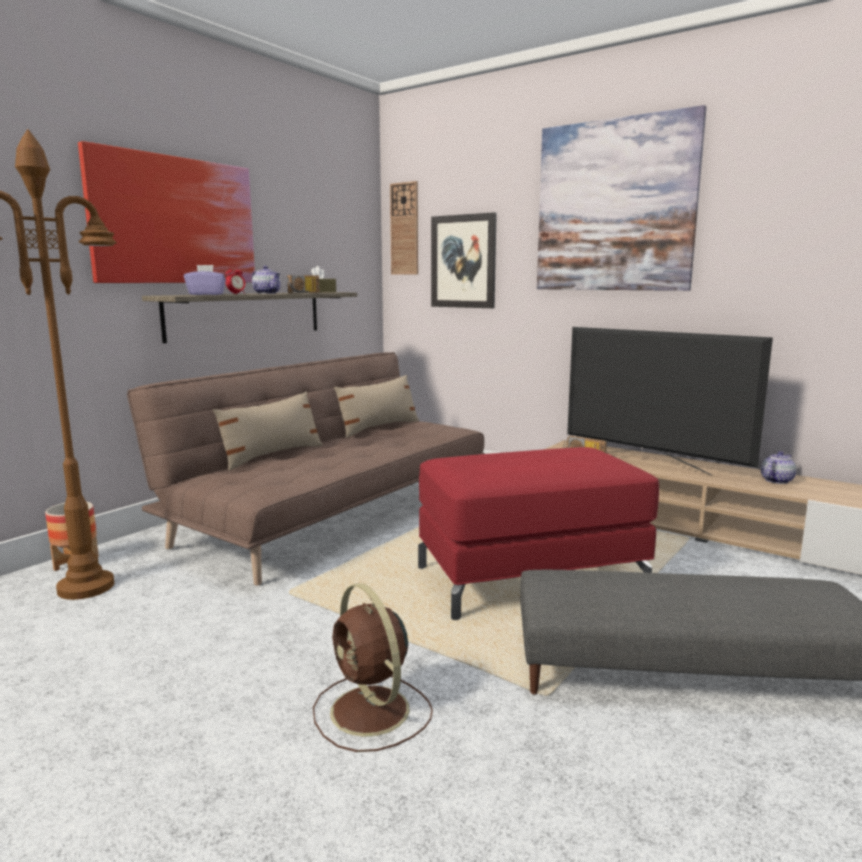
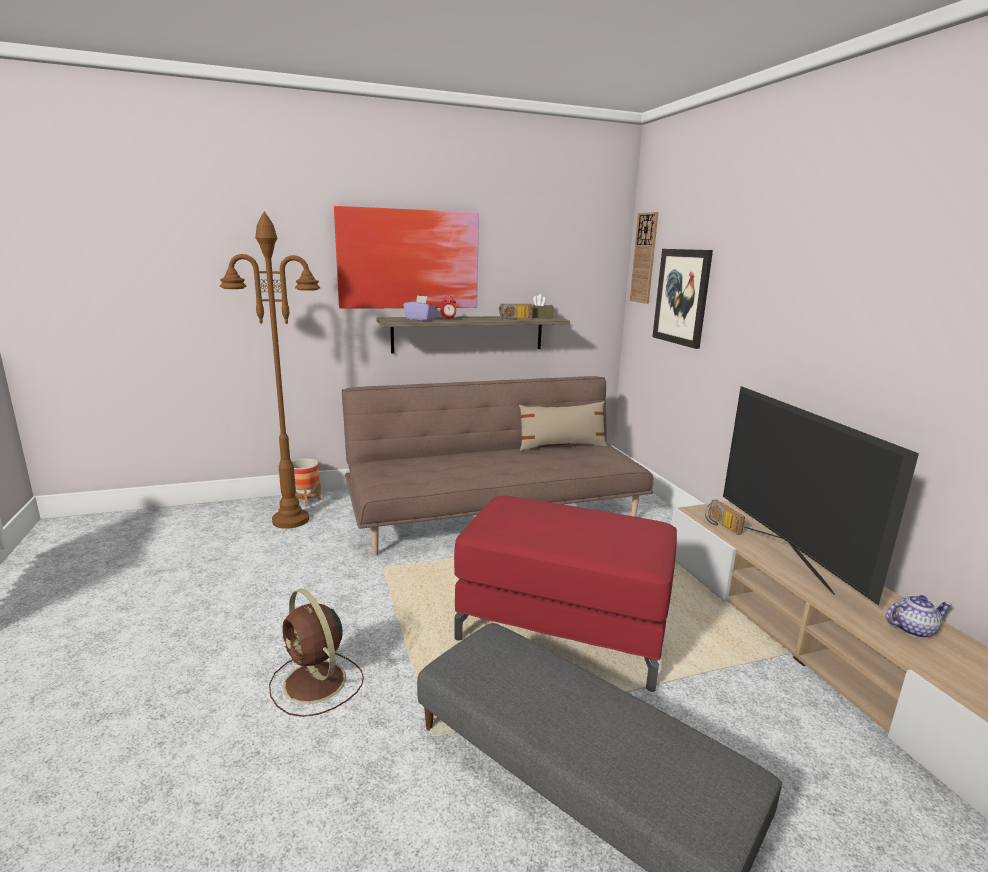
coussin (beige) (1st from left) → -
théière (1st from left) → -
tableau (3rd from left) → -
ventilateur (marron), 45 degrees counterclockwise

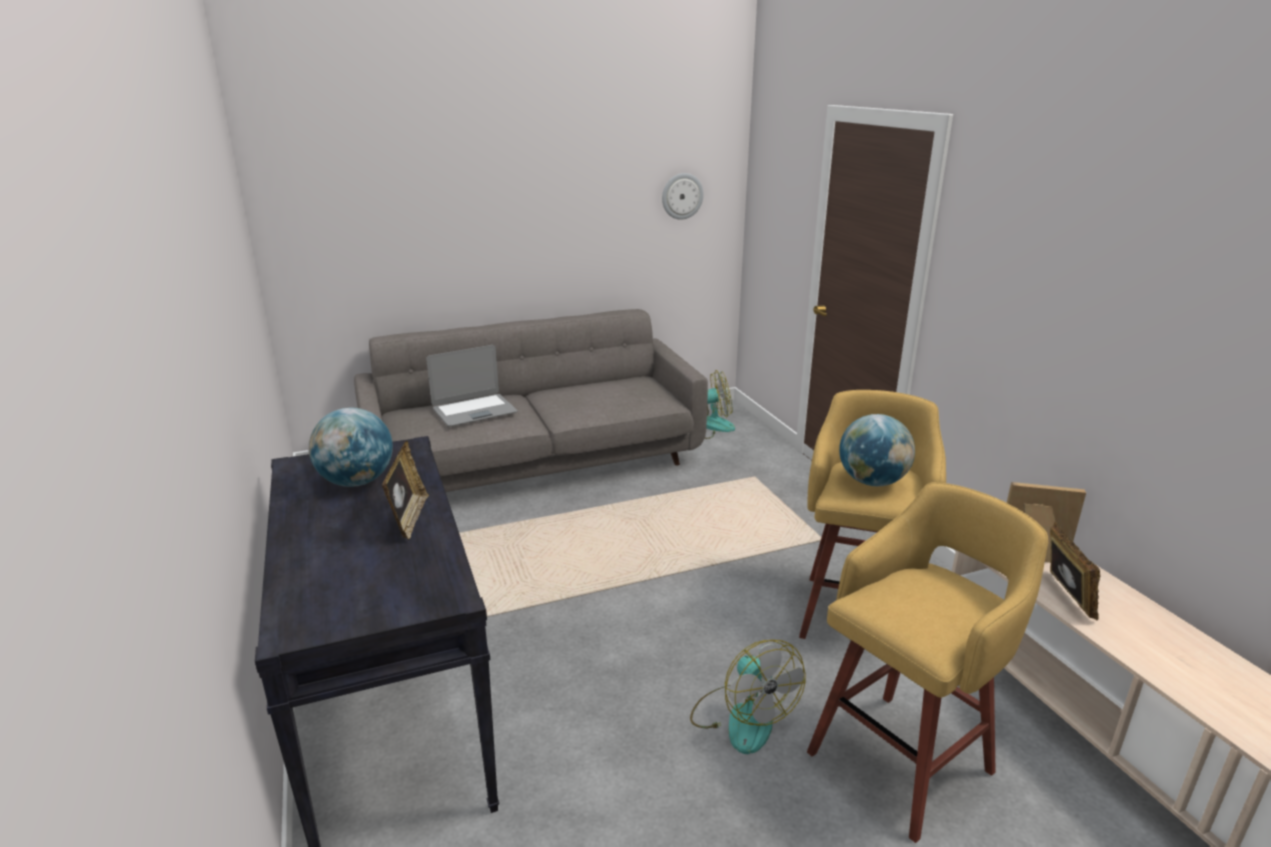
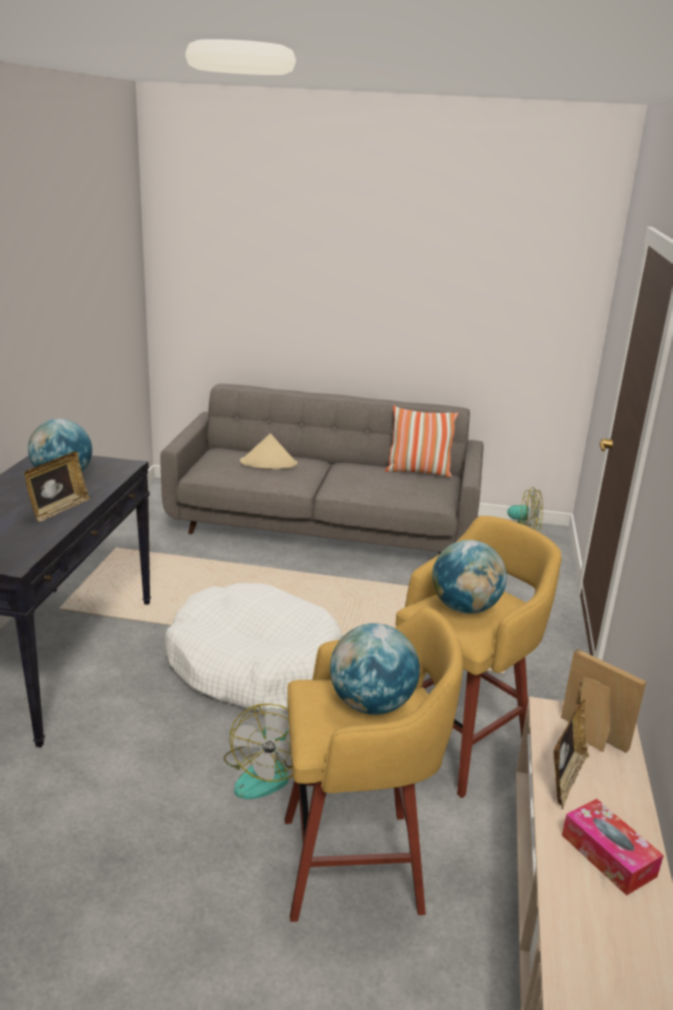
horloge murale → -
- → panier pour chien (blanc)
- → globe (2nd from left)
- → coussin
- → boîte à mouchoirs
ordinateur portable → chapeau (beige)

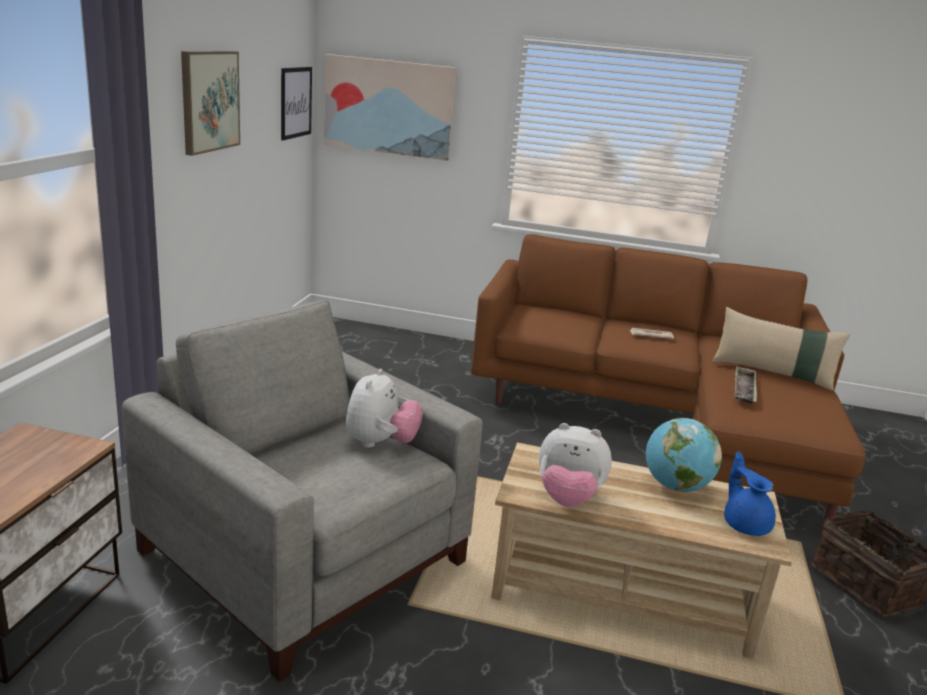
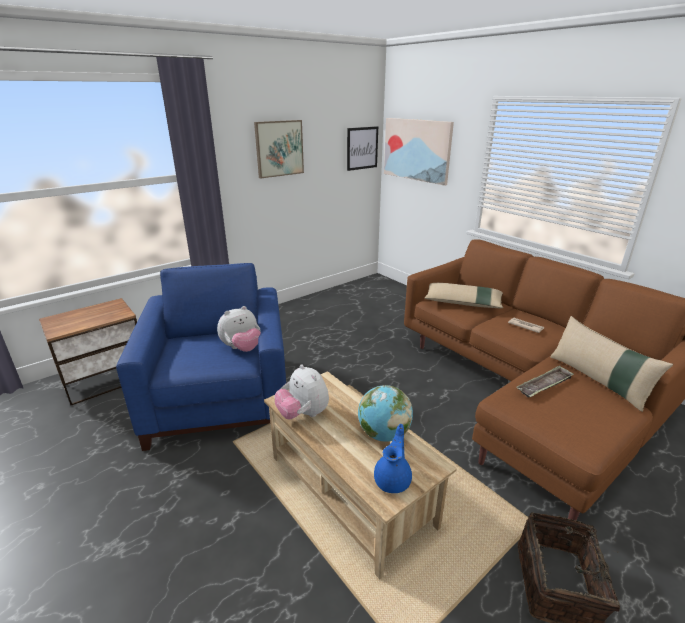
- → coussin (beige) (1st from left)
fauteuil (gris) → fauteuil (bleu)

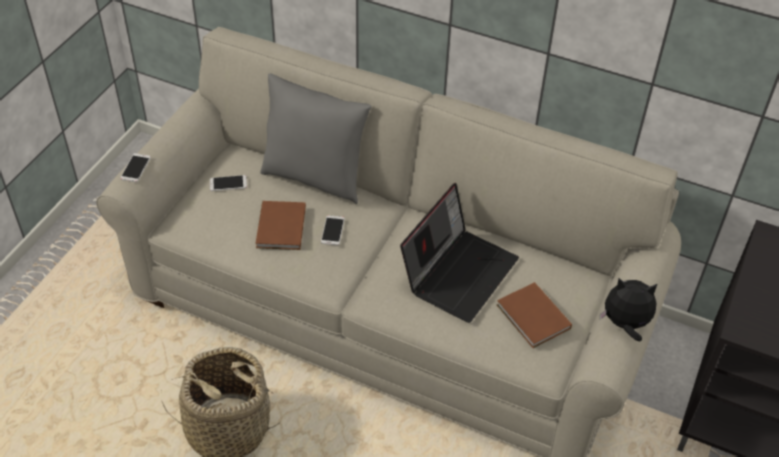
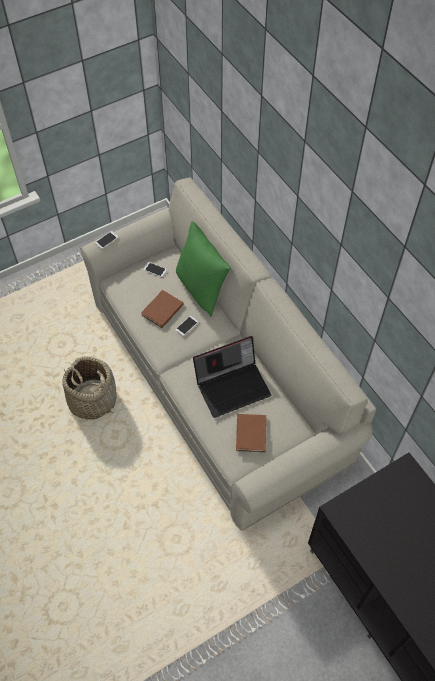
peluche → -
coussin (gris) → coussin (vert)

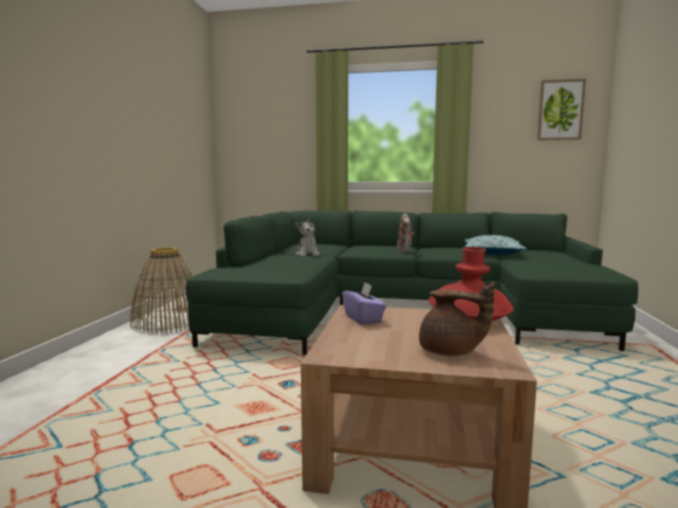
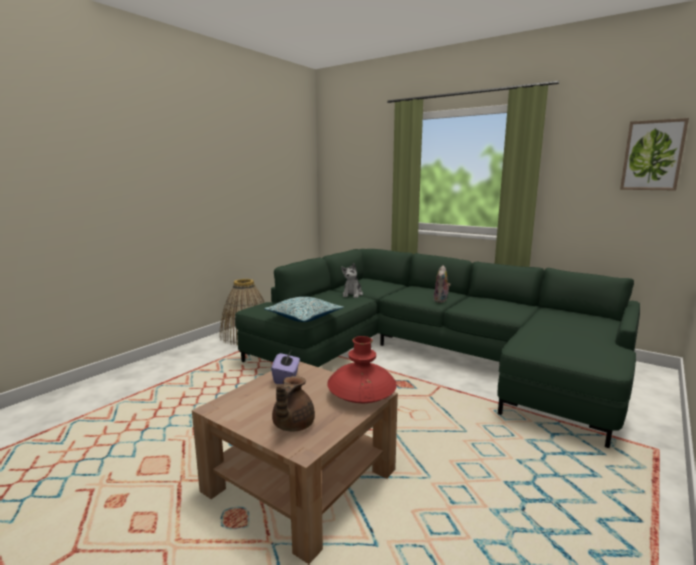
coussin, move
théière (marron), 60 degrees clockwise

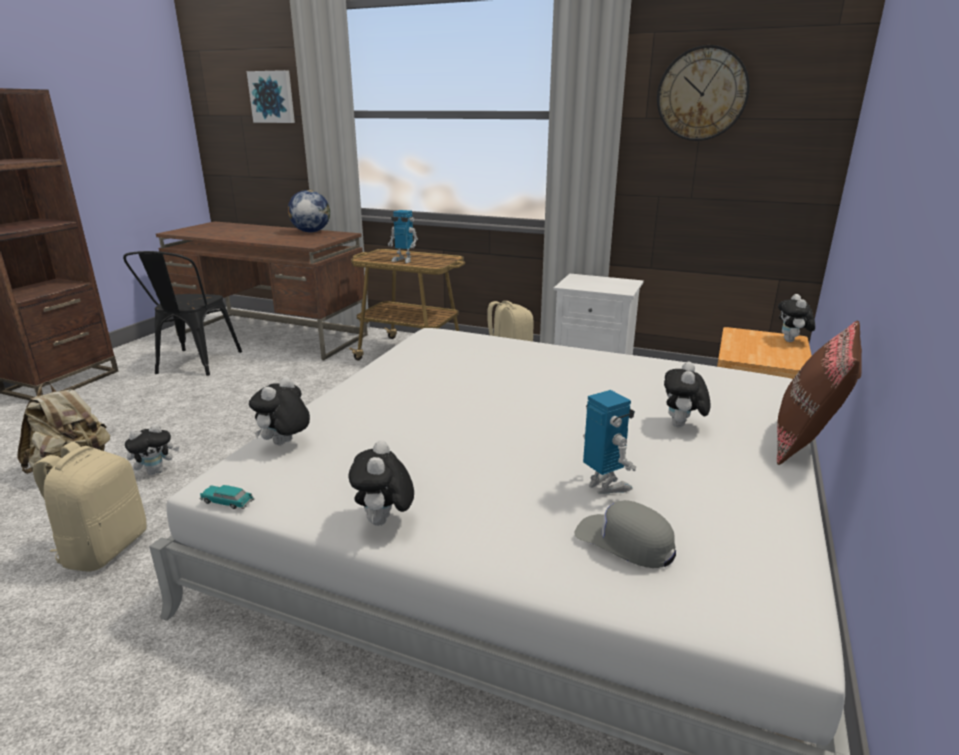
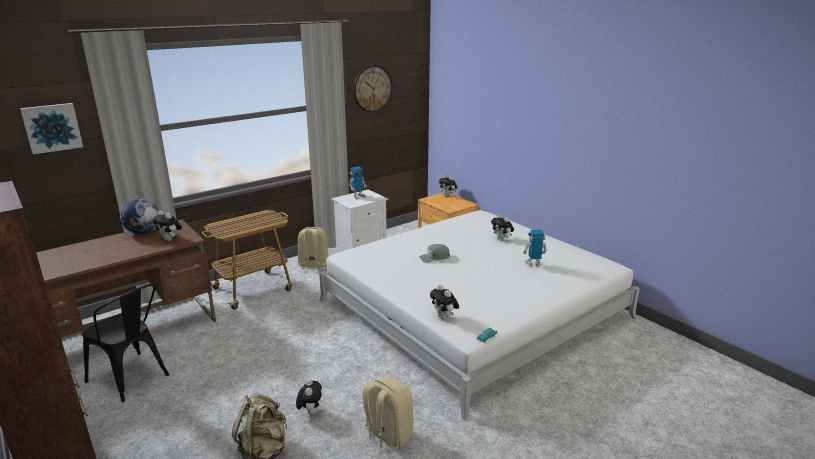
coussin (marron) → -
peluche (3rd from left in the first image) → peluche (1st from left), move
robot jouet (1st from left), move
casquette (gris), move

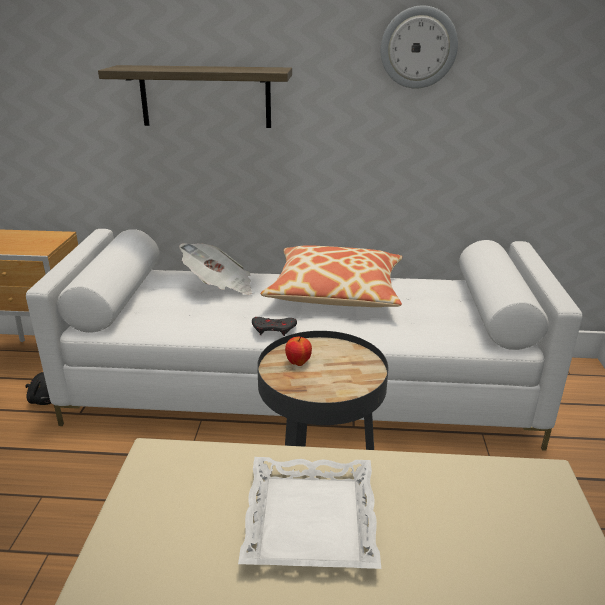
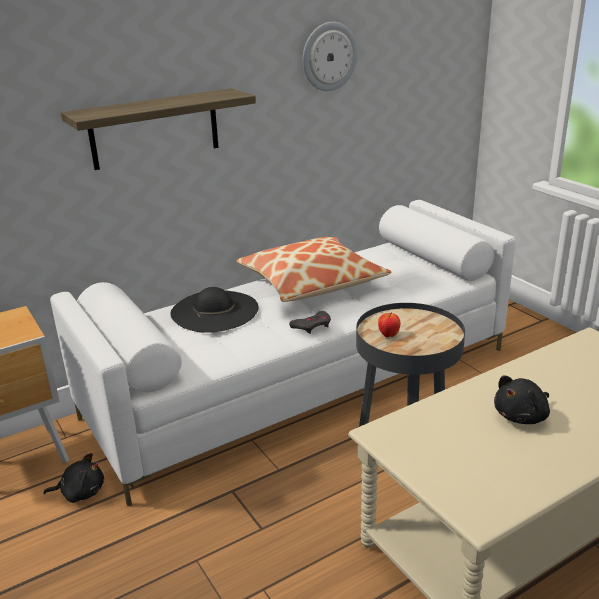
journal → chapeau (noir)
plateau (blanc) → peluche (noir) (2nd from left)

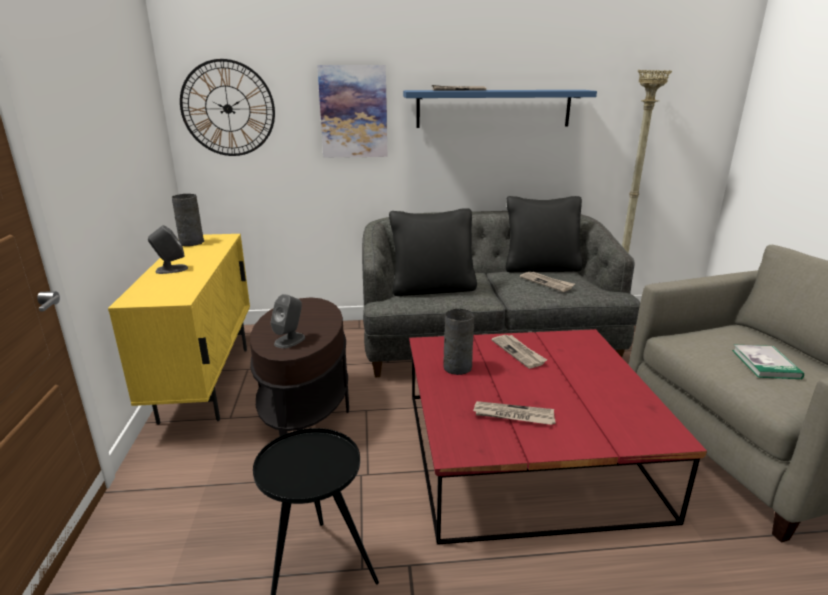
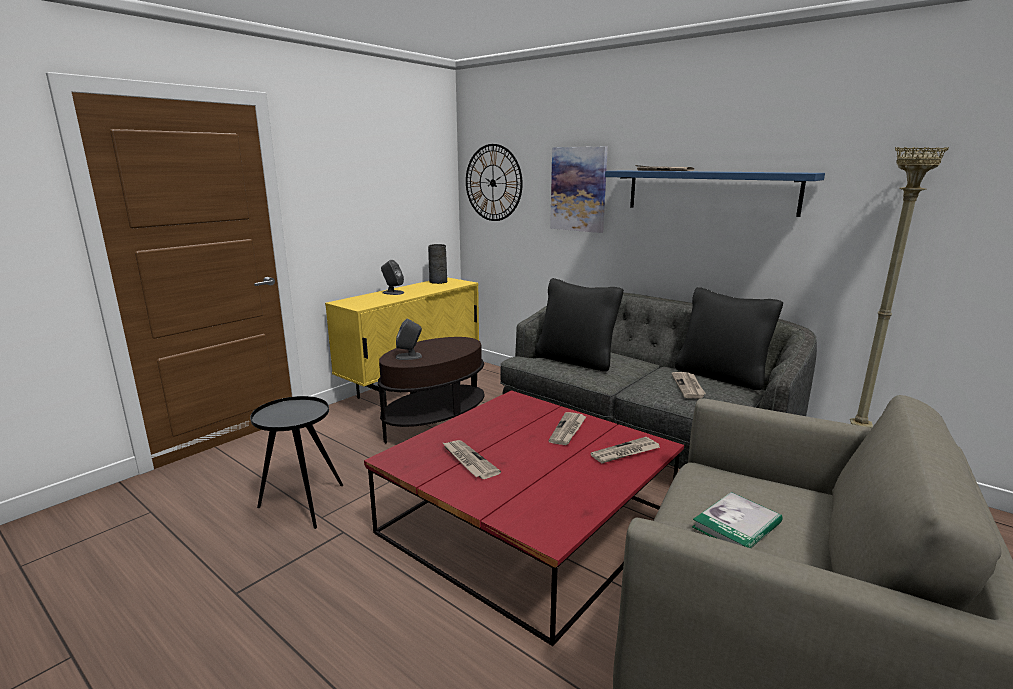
vase (gris) (2nd from left) → -
- → journal (3rd from left)

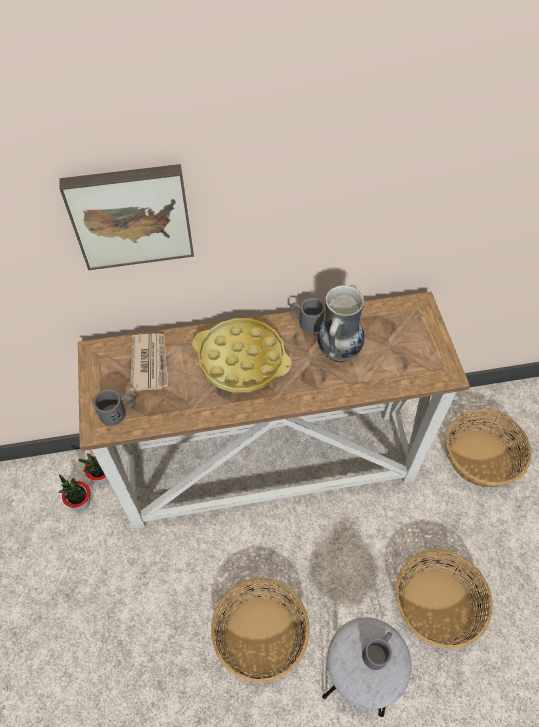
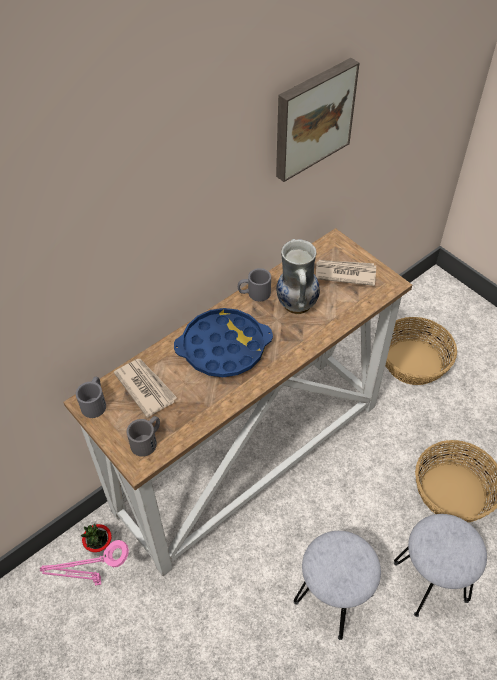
- → journal (2nd from left)
tableau, move
mug (gris) (3rd from left in the first image) → mug (gris) (1st from left), move
plante en pot (1st from left) → lampe de table (rose)
panier (1st from left) → tabouret (gris) (1st from left)
plateau (jaune) → plateau (bleu)

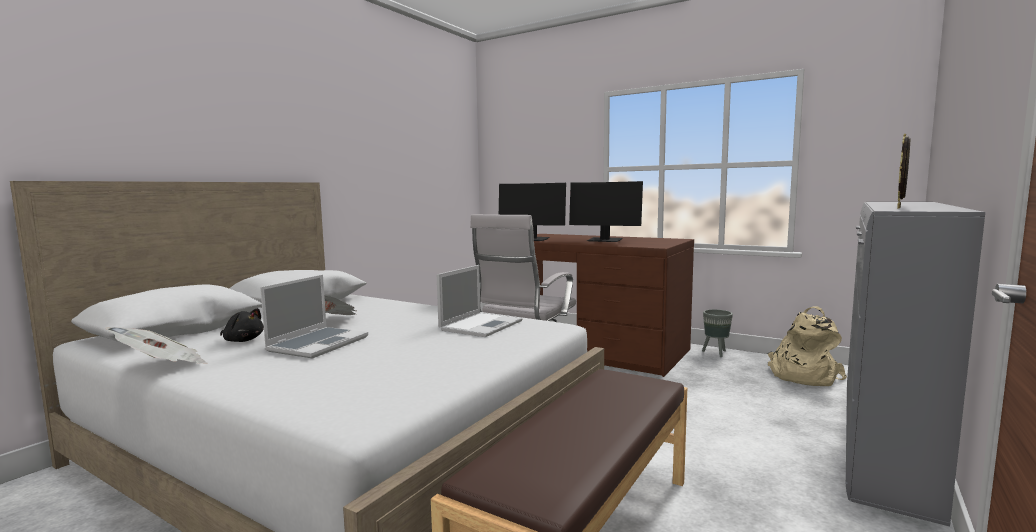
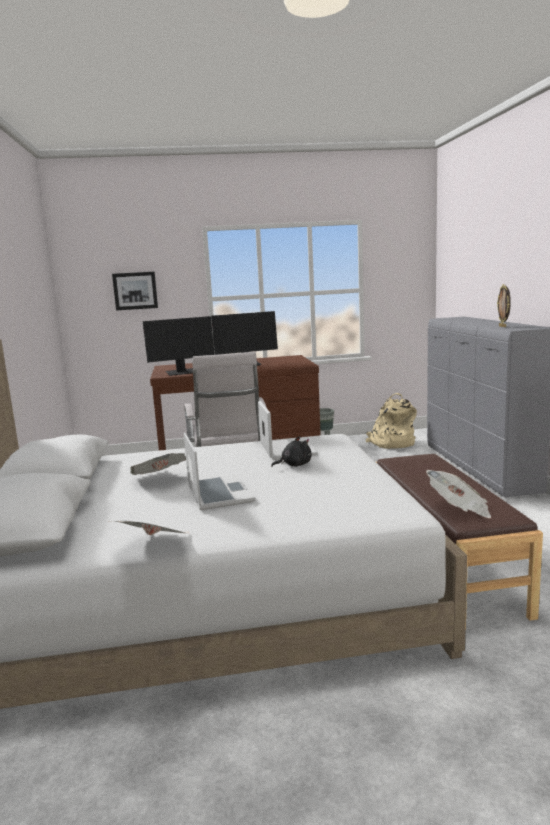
- → tableau
- → journal (3rd from left)
peluche (noir), move

